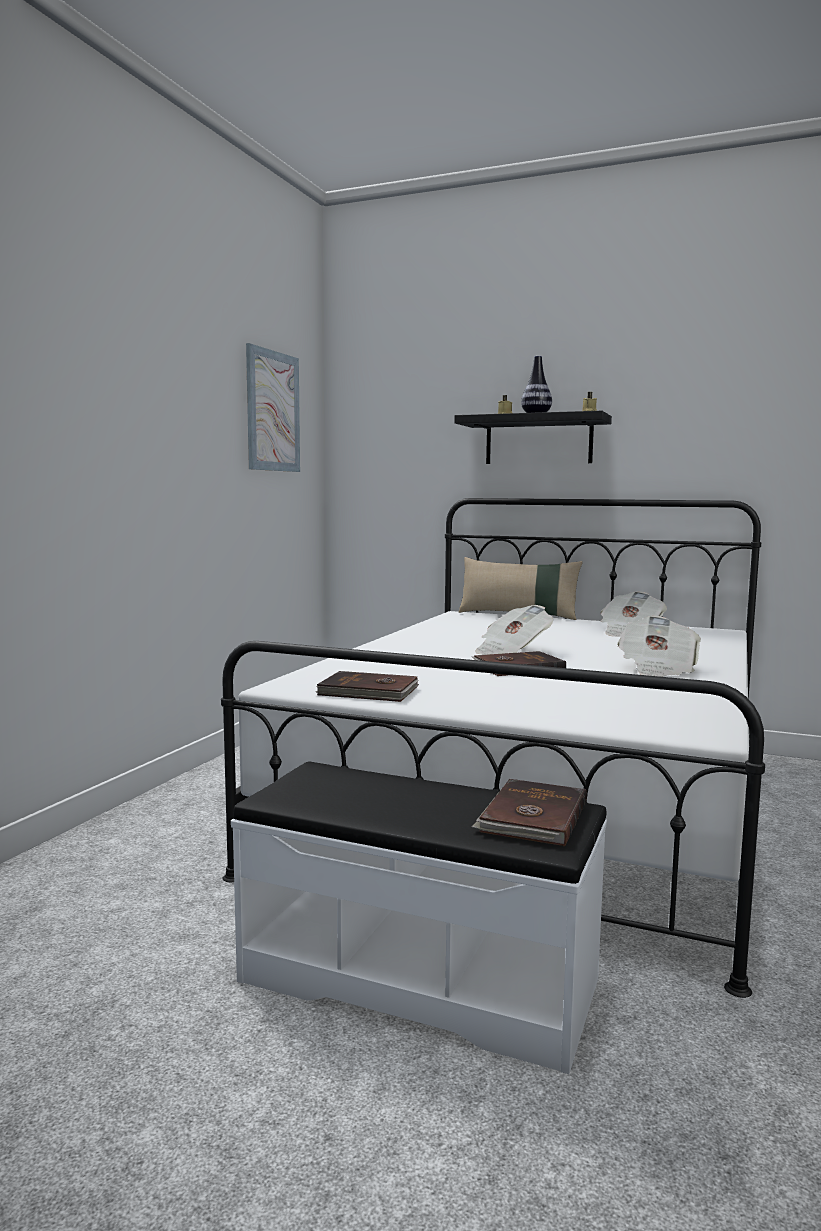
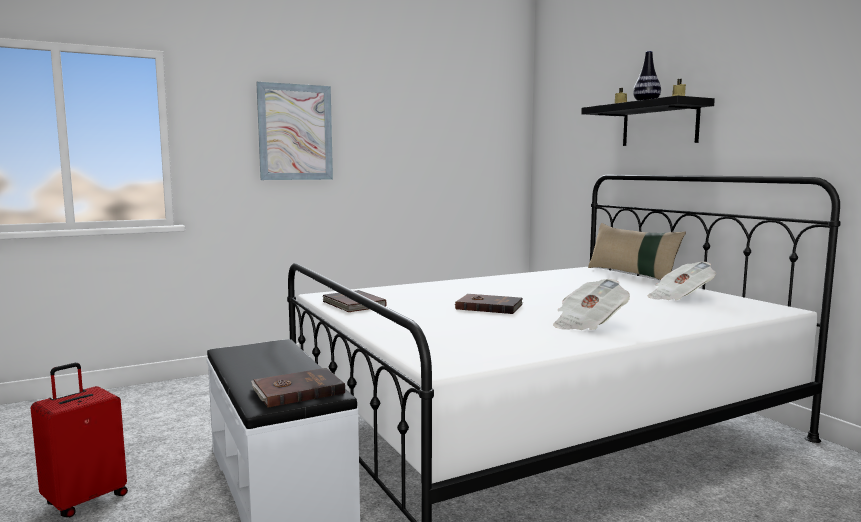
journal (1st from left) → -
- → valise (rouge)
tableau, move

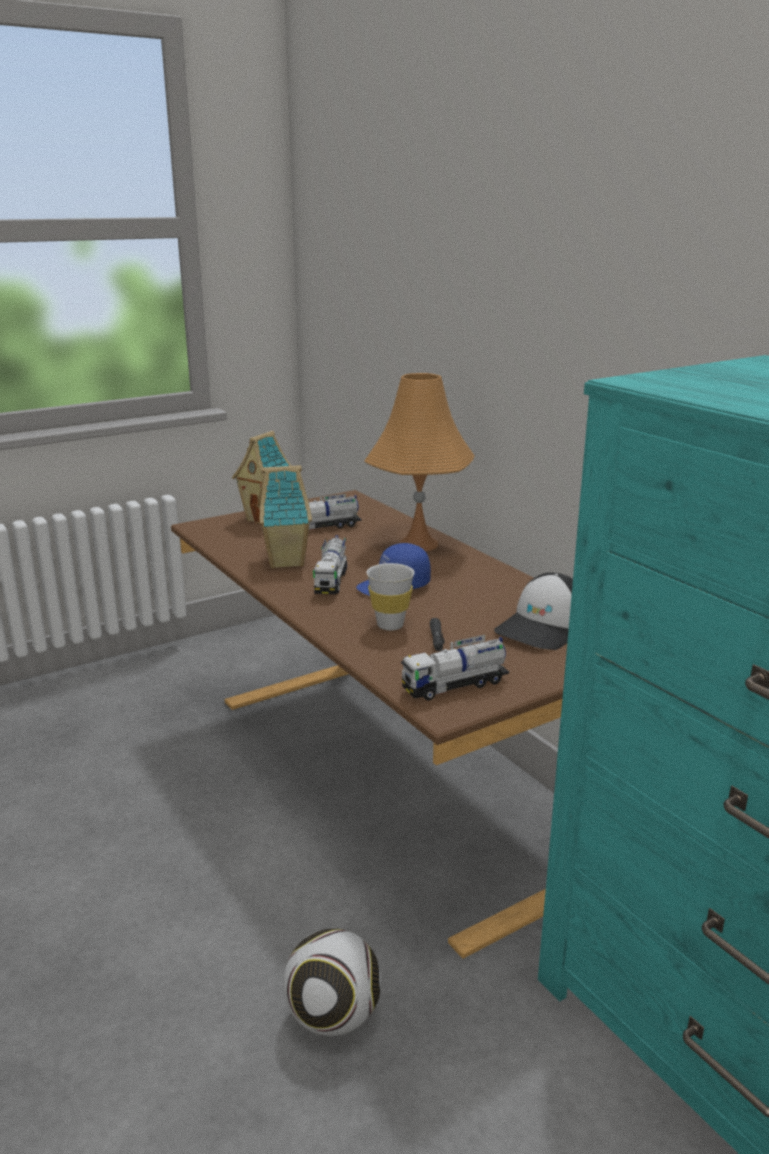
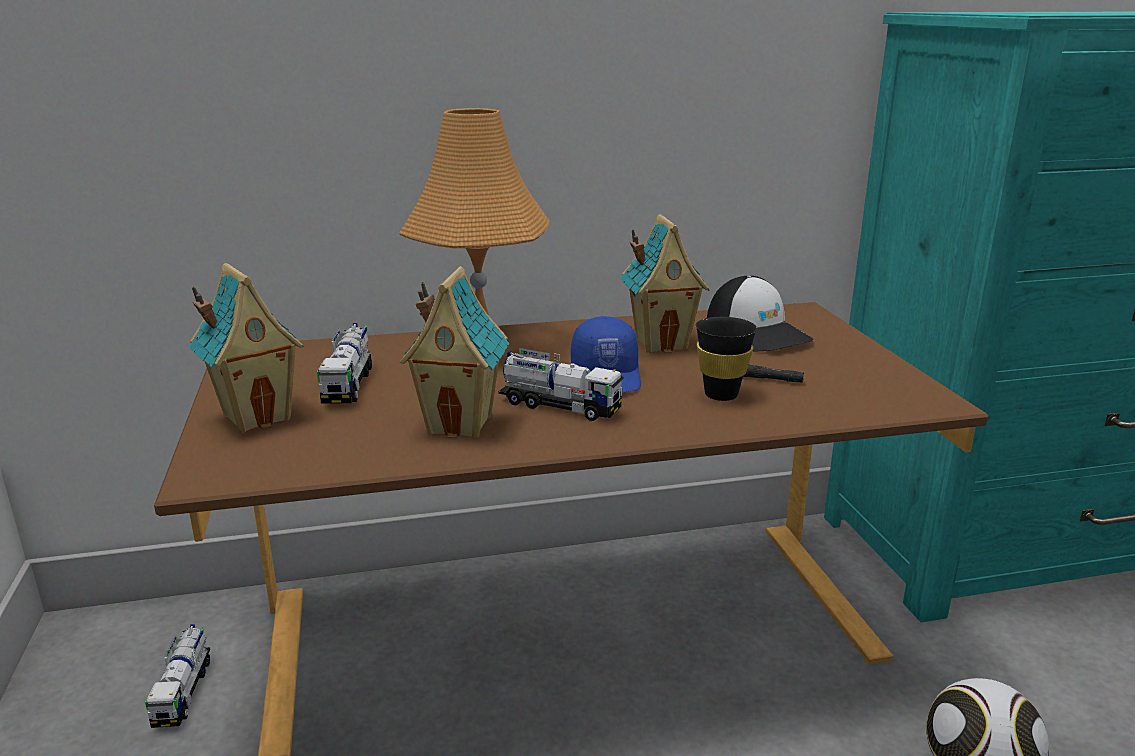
- → maison miniature (3rd from left)
camion jouet (3rd from left in the first image) → camion jouet (1st from left), move
tasse (blanc) → tasse (noir)

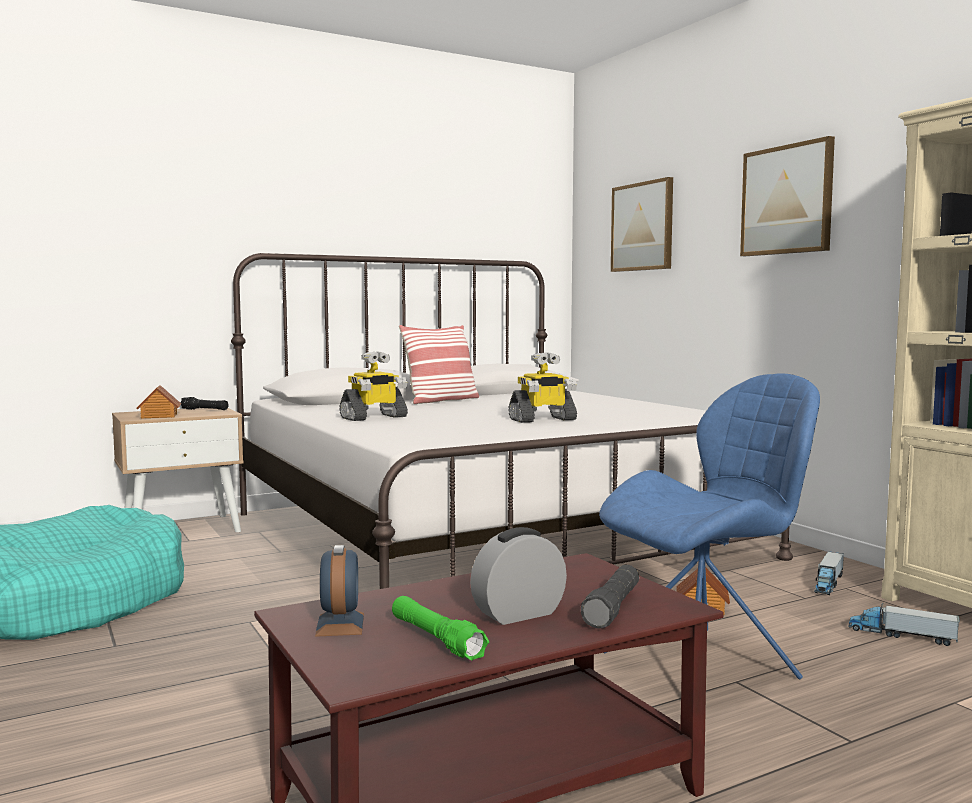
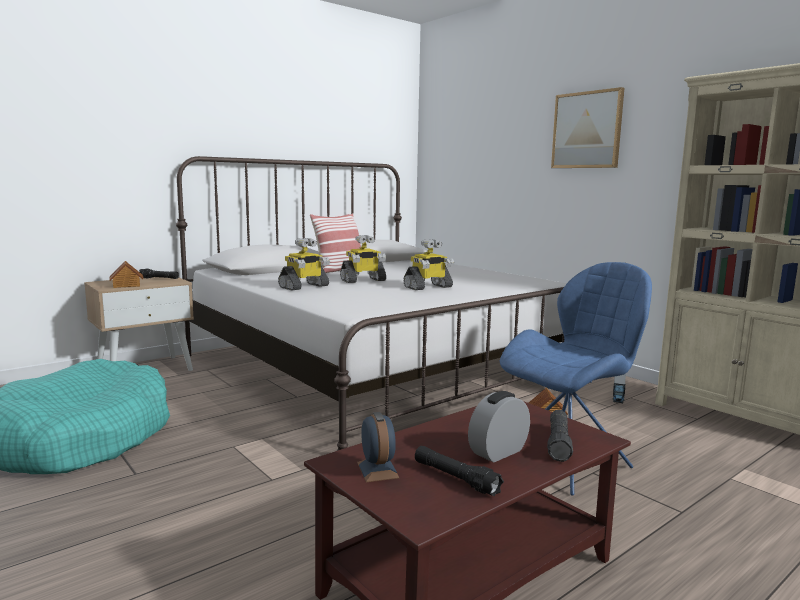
tableau (1st from left) → -
camion jouet (2nd from left) → -
- → robot jouet (2nd from left)
lampe de poche (vert) → lampe de poche (noir) (2nd from left)

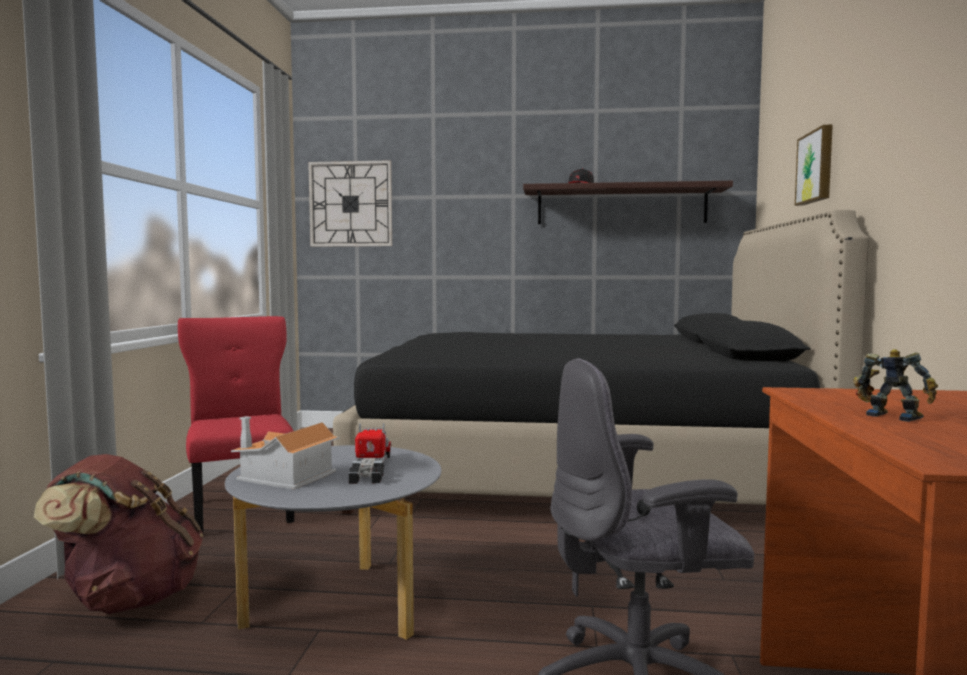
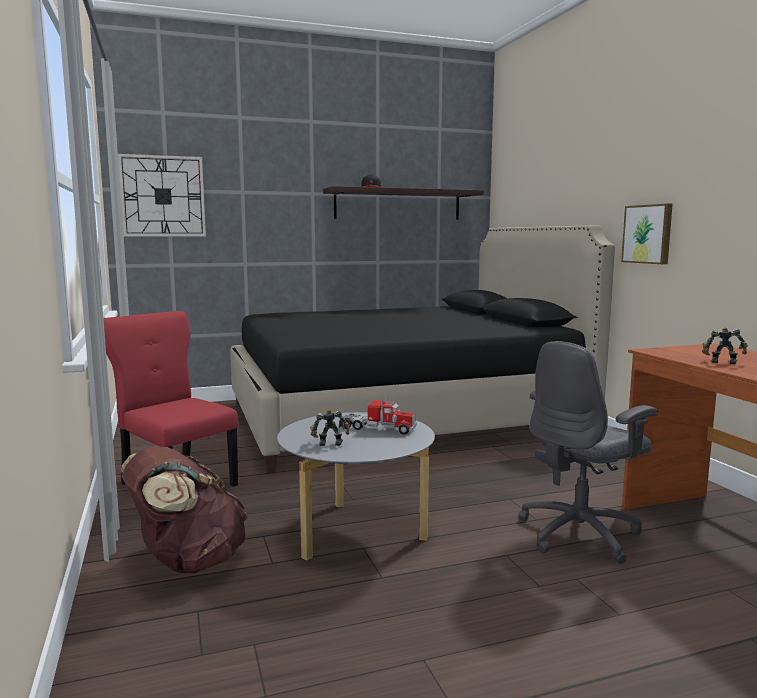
tableau, move
maison miniature → robot jouet (1st from left)
camion jouet, 135 degrees clockwise

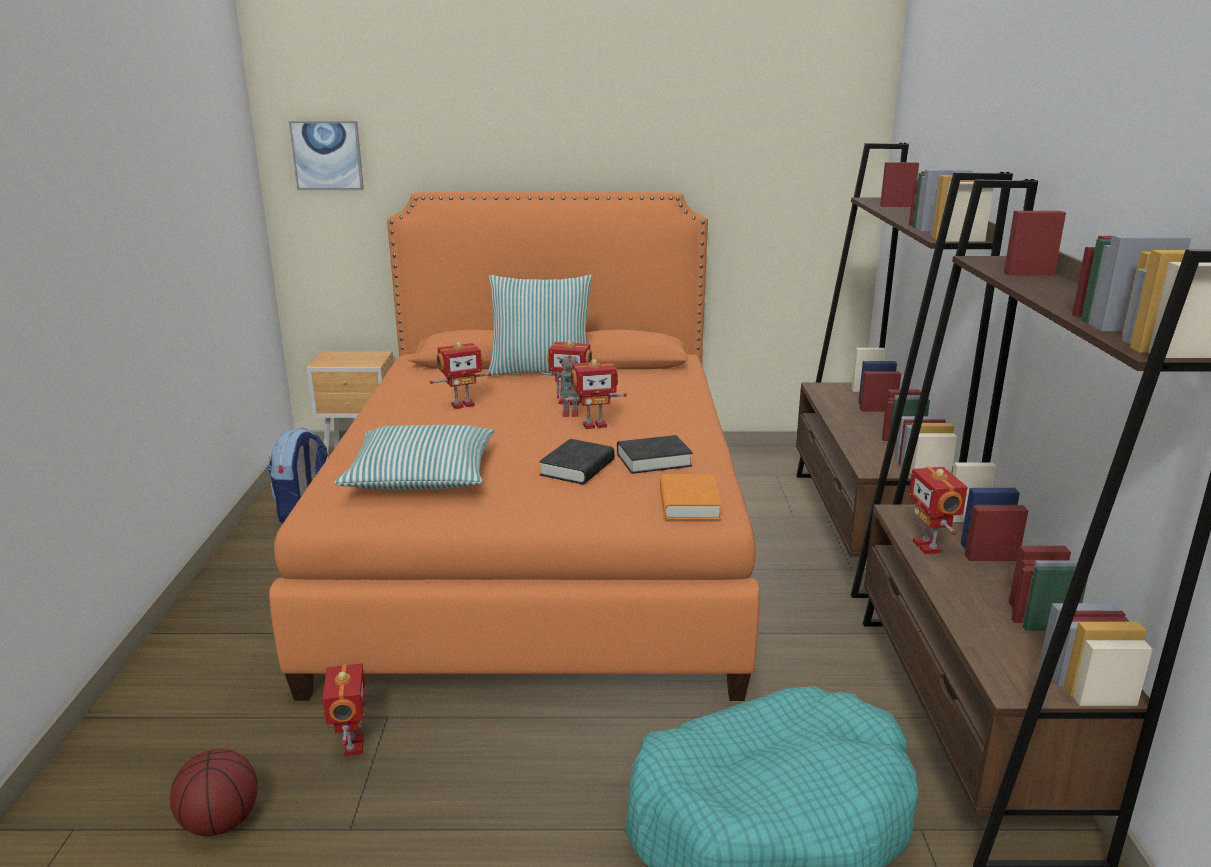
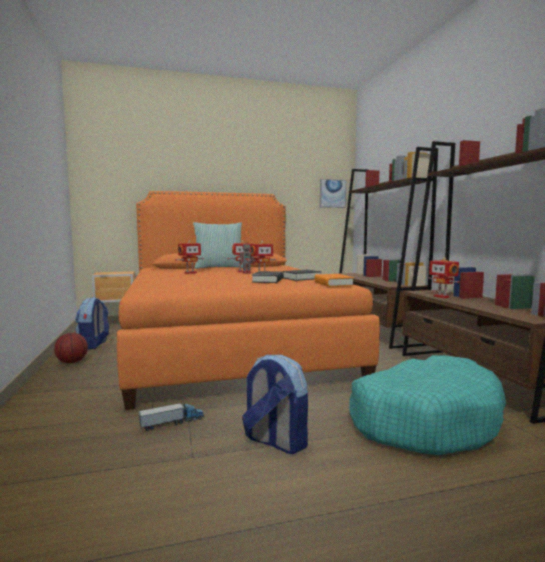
coussin (1st from left) → -
- → sac à dos (2nd from left)
ballon de basket, move
tableau, move
robot jouet (1st from left) → camion jouet

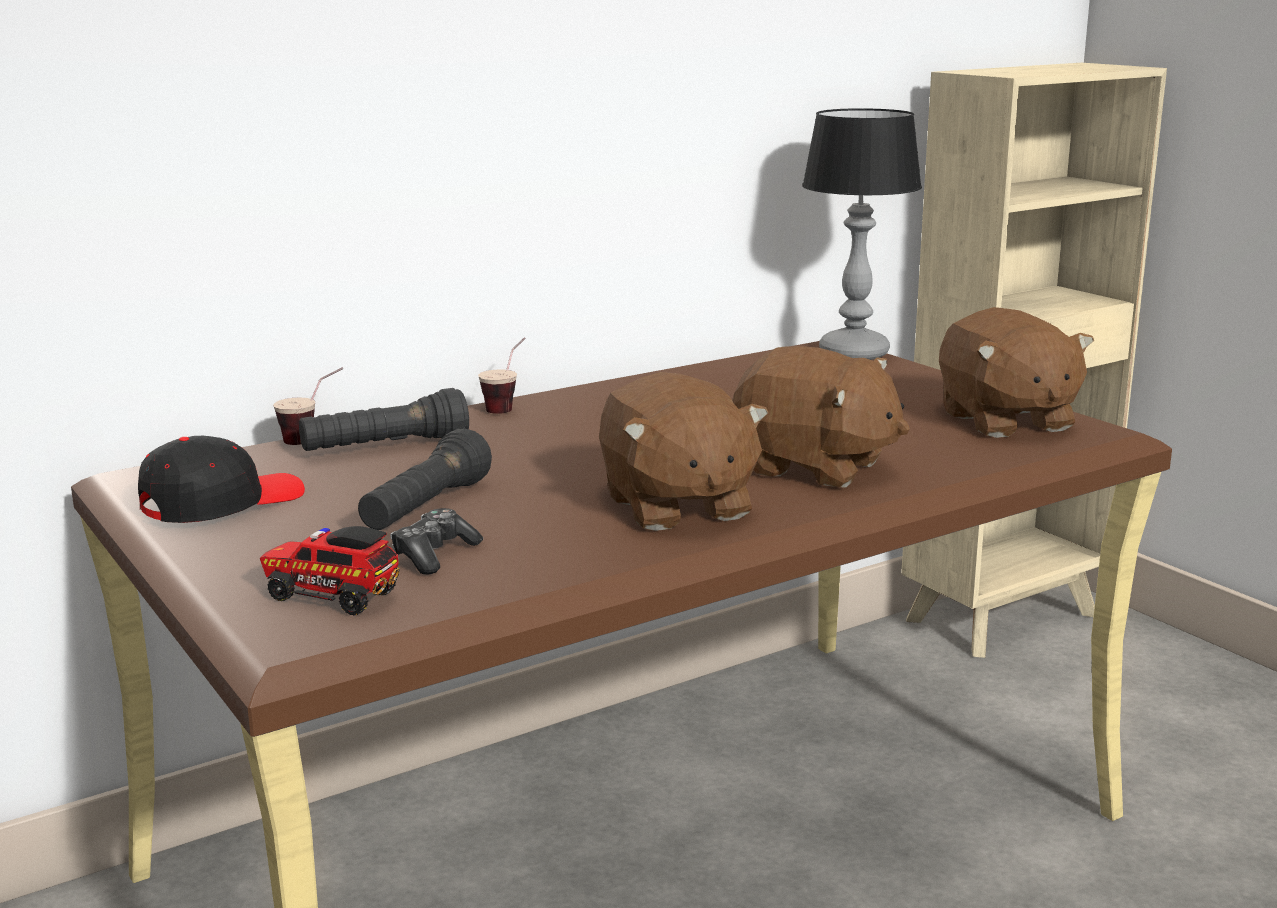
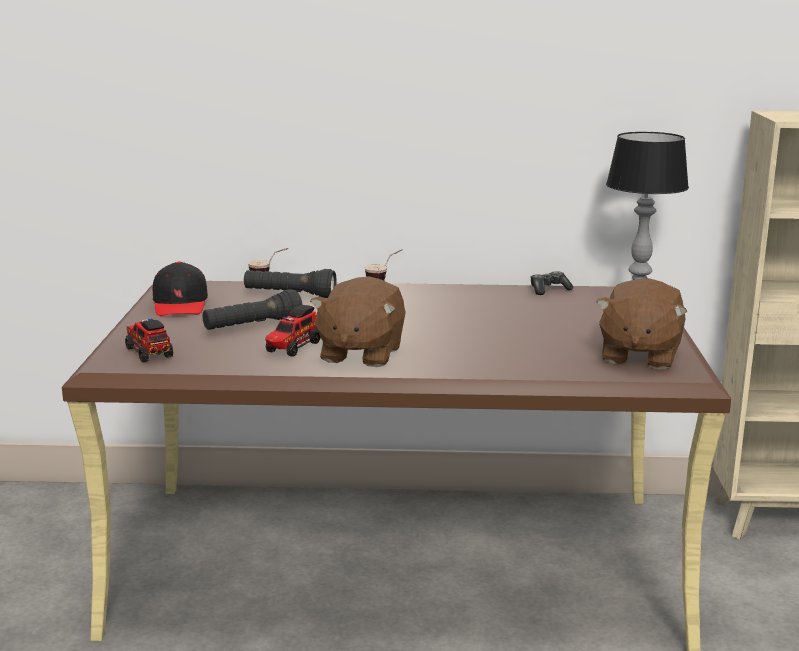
peluche (marron) (2nd from left) → -
- → camion jouet (2nd from left)
manette, move
casquette (noir), 90 degrees clockwise

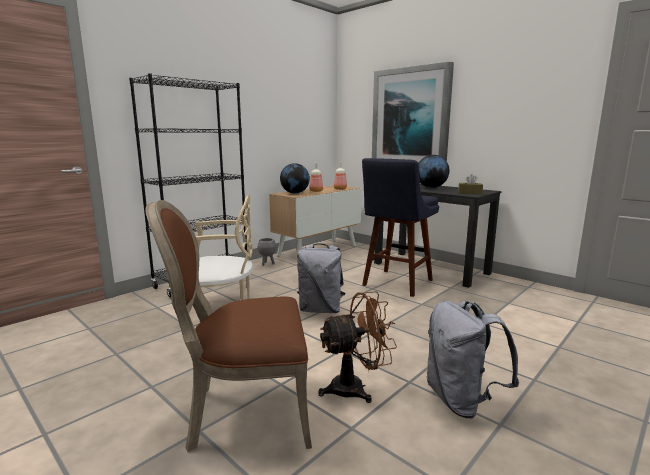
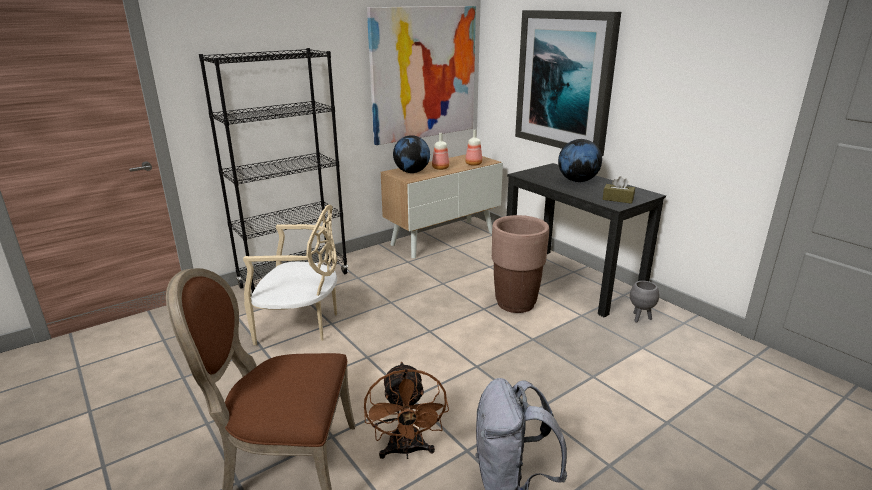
sac à dos (gris) (1st from left) → -
- → tableau (1st from left)
cache-pot (gris), move
tabouret (bleu) → cache-pot (marron)
ventilateur (marron), 90 degrees clockwise

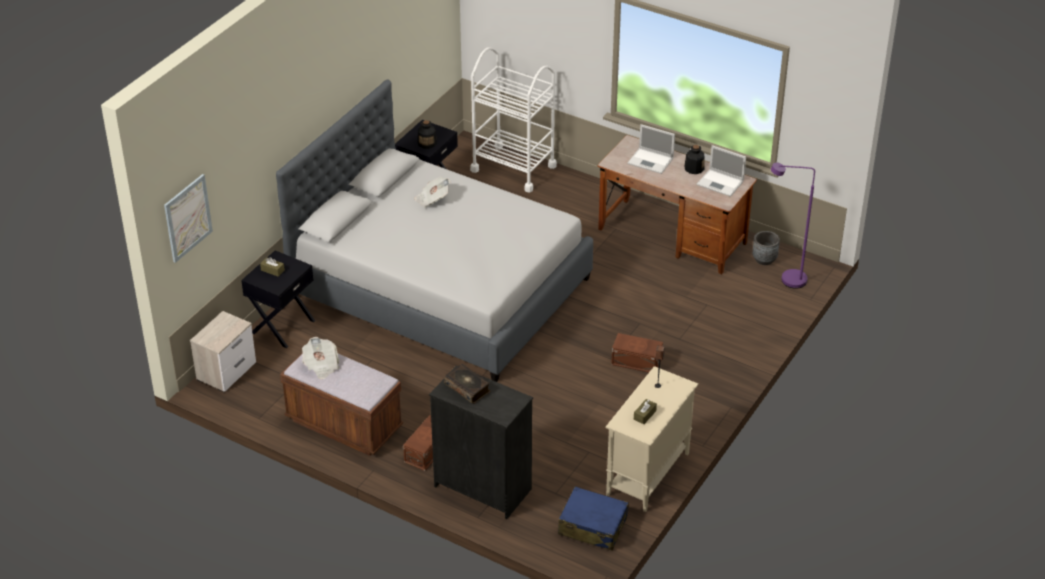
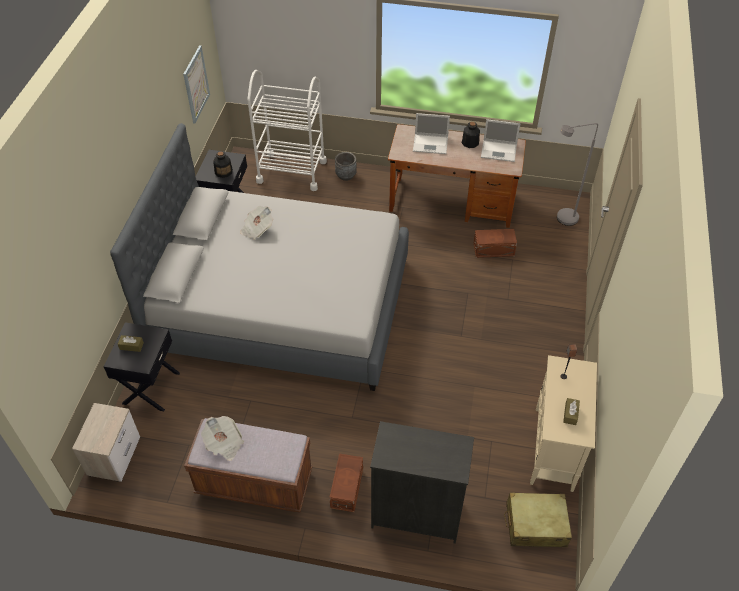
livre → -
tableau, move
boîte de rangement (marron) (2nd from left), move
cache-pot (gris), move
valise (bleu) → valise (beige)
lampadaire (violet) → lampadaire (gris)

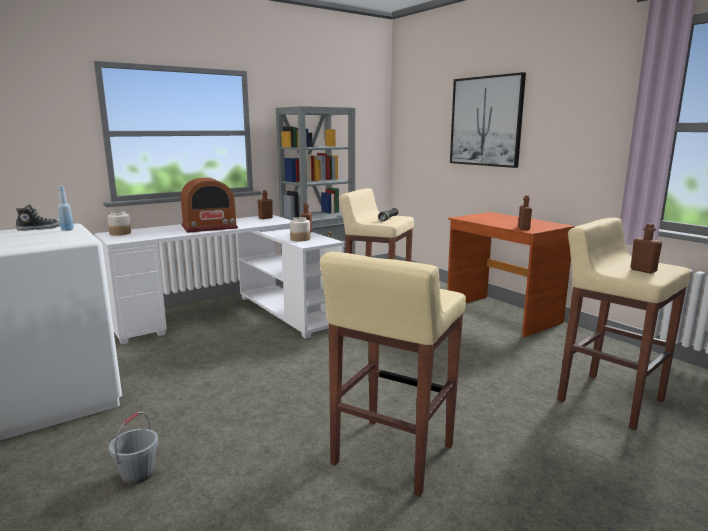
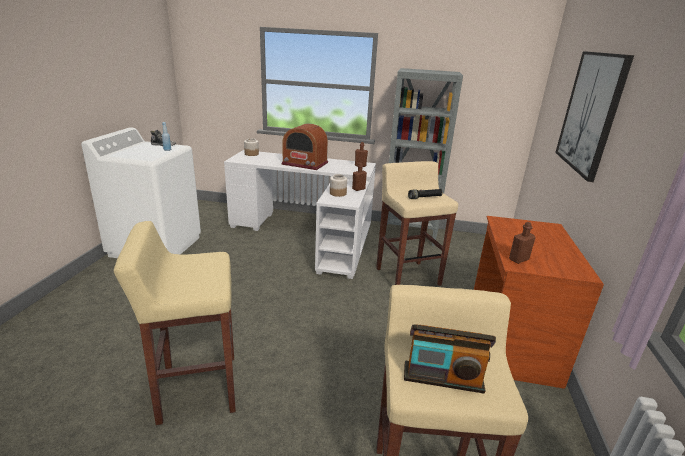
seau (gris) → -
bouteille (marron) (4th from left) → radio (2nd from left)

